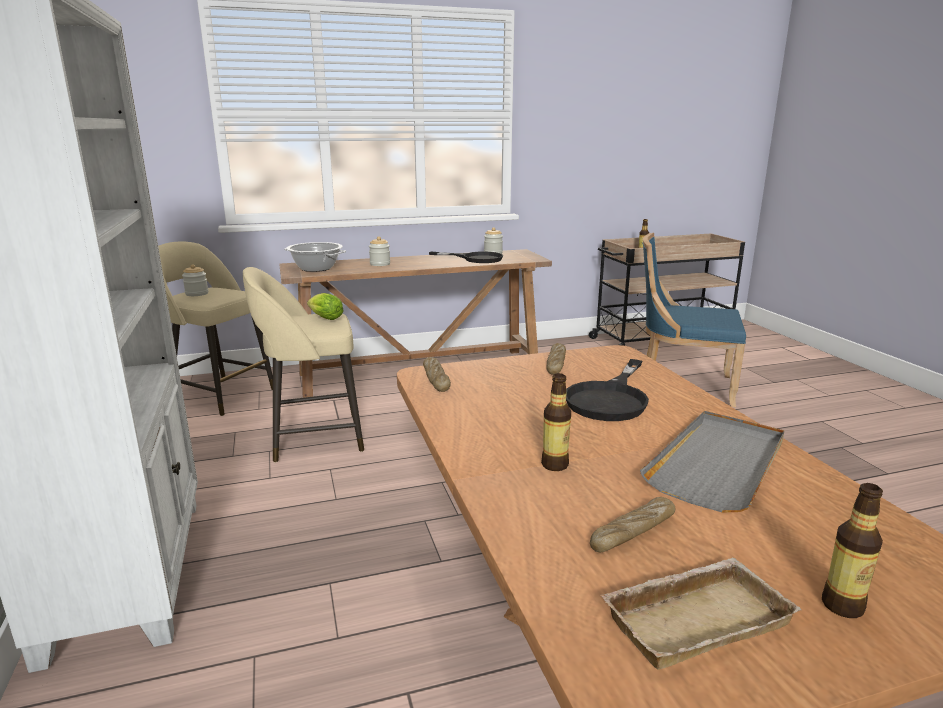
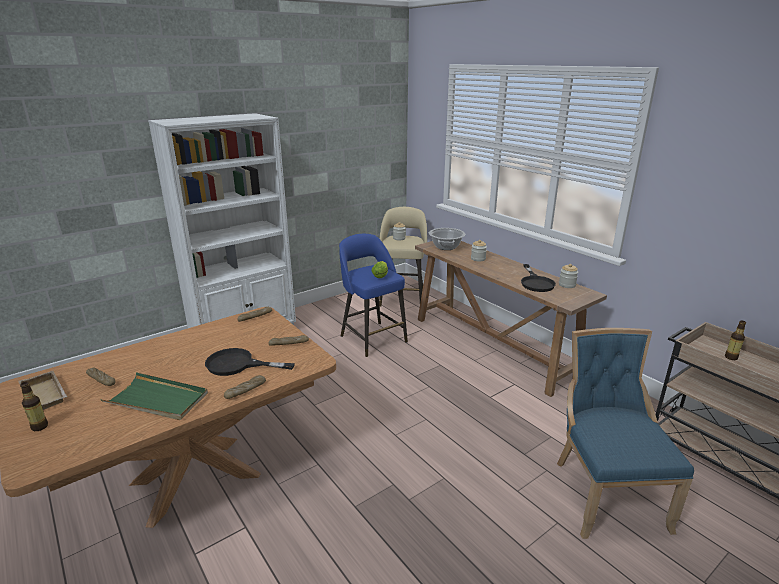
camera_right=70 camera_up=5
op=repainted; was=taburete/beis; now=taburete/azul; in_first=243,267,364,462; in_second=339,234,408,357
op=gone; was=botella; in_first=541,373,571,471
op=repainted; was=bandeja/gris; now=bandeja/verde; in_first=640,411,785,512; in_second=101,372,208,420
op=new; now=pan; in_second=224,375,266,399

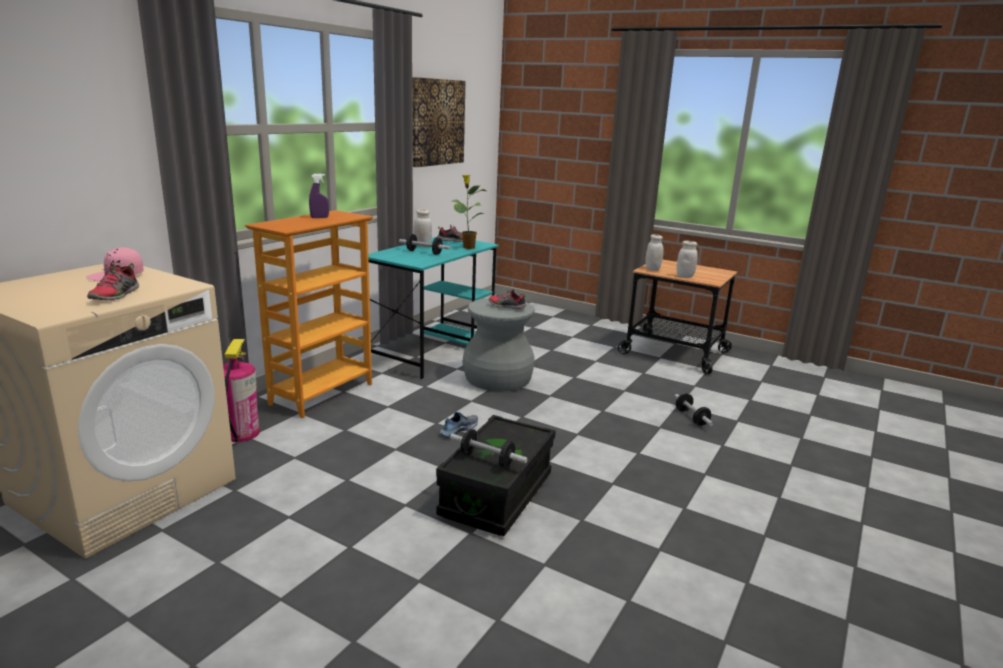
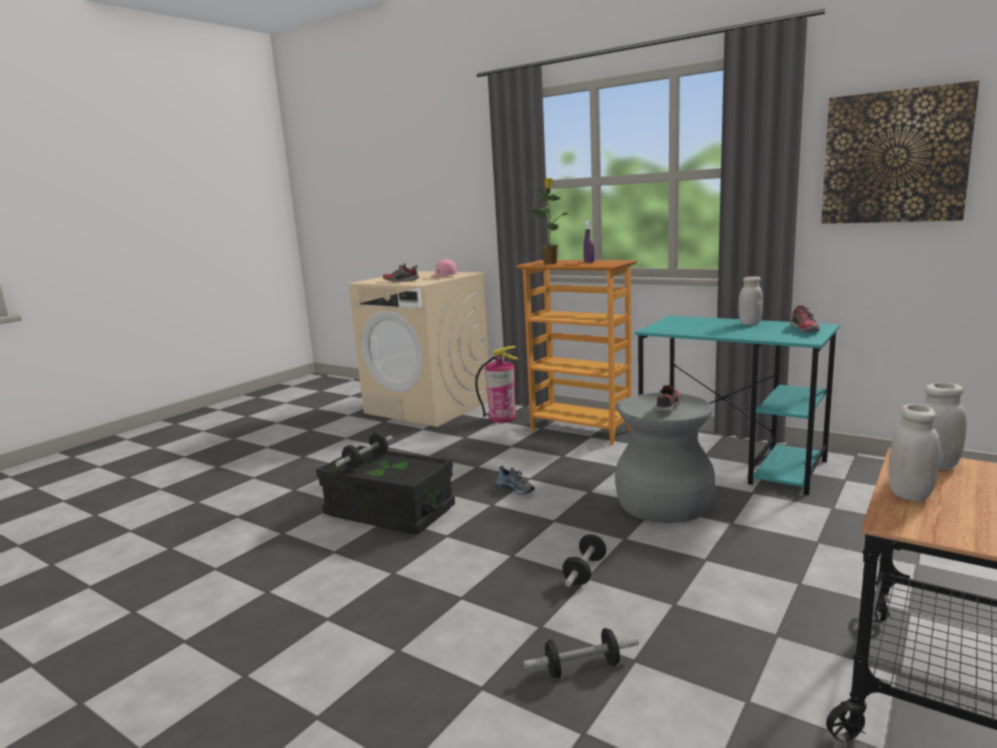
camera_right=95 camera_up=-5
op=shifted; was=planta en maceta; in_first=452,175,486,249; in_second=528,178,568,264
op=shifted; was=mancuerna; in_first=399,234,451,255; in_second=562,534,606,587

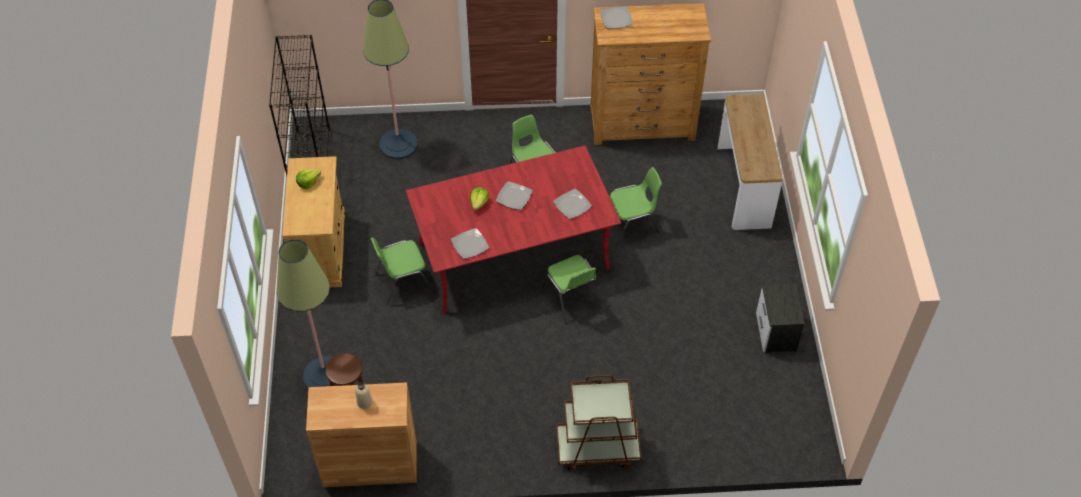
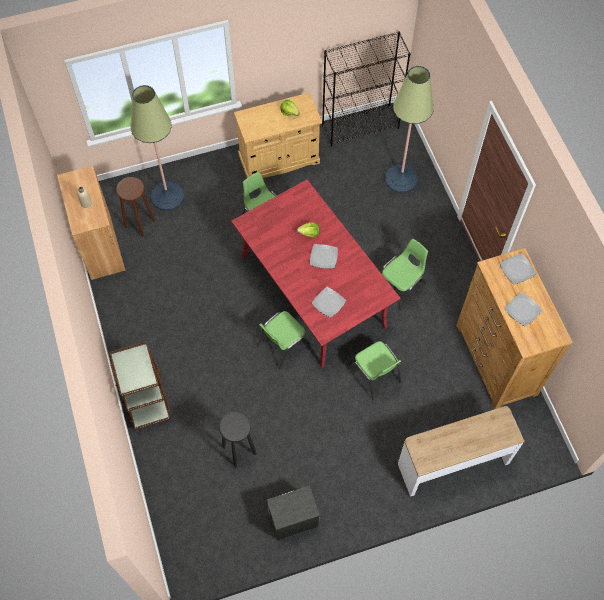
camera_right=75 camera_up=10
op=shifted; was=plato; in_first=451,228,489,259; in_second=504,292,542,326
op=new; now=taburete/negro; in_second=219,412,257,467

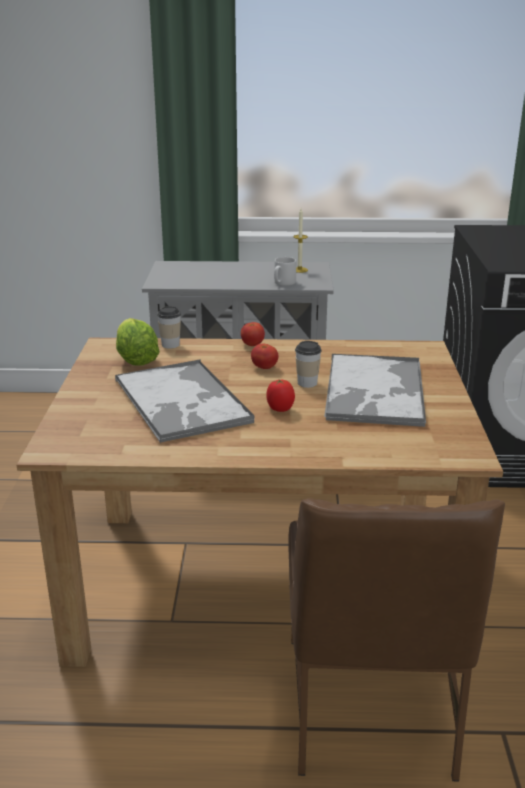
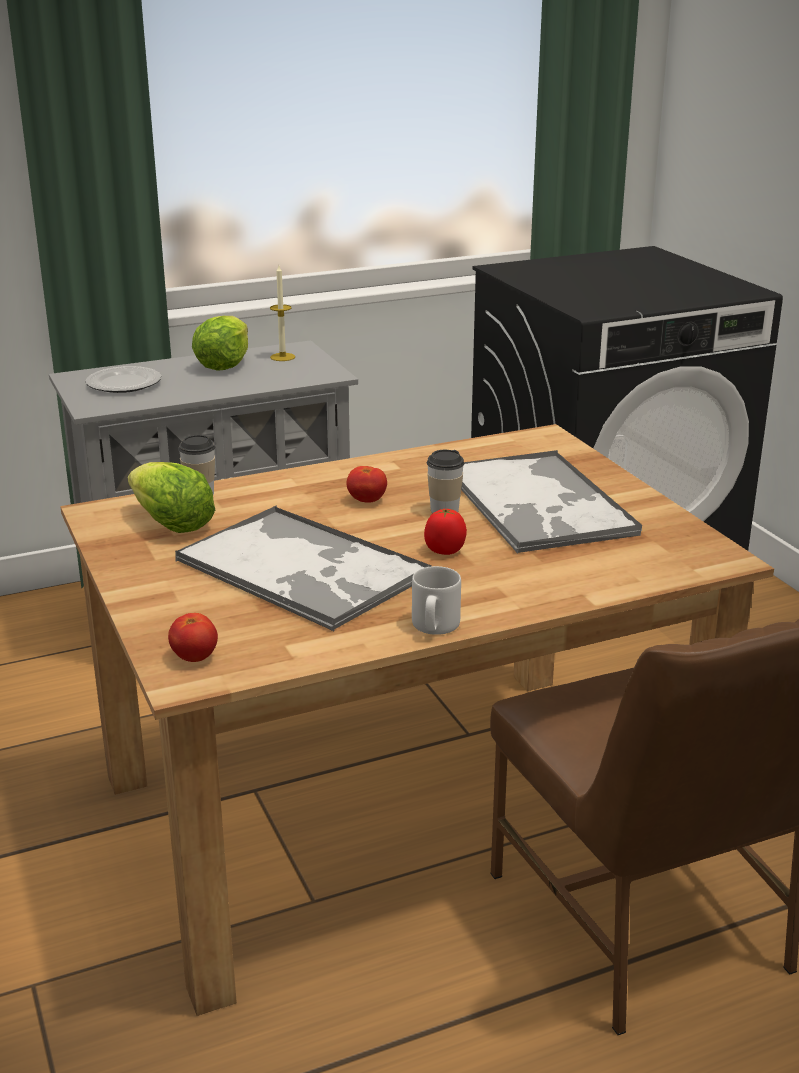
camera_right=-25 camera_up=0
op=shifted; was=taza grande/gris; in_first=274,257,296,286; in_second=412,566,461,635
op=shifted; was=tomate; in_first=241,322,265,346; in_second=168,613,218,662
op=new; now=lechuga; in_second=192,316,248,371
op=new; now=plato; in_second=86,366,161,393

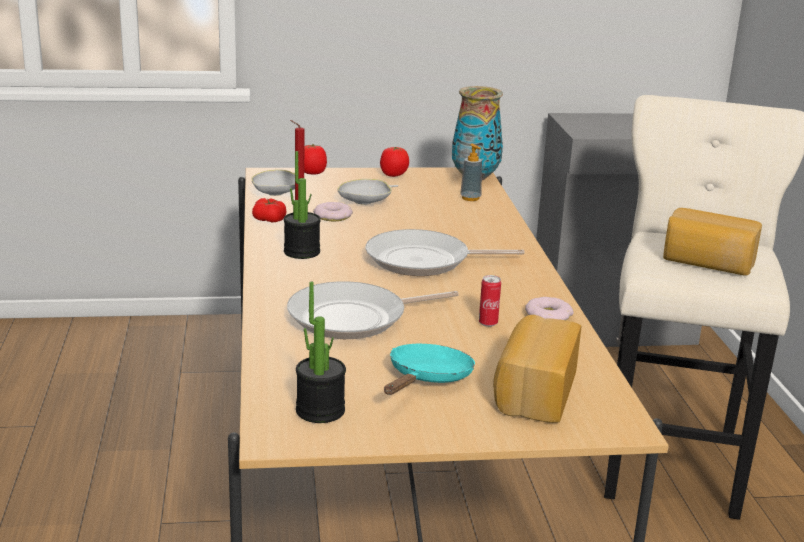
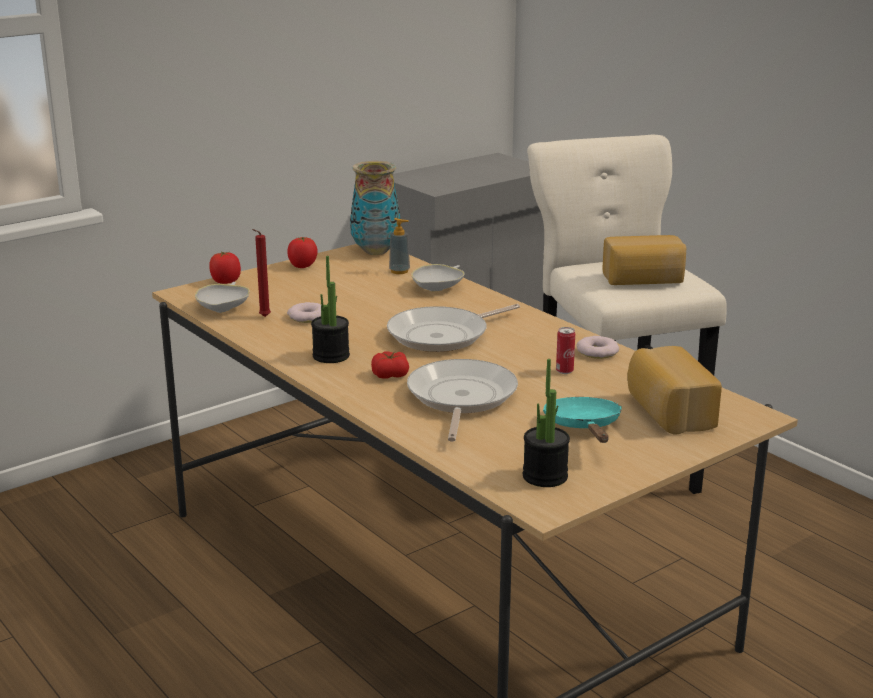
camera_right=-30 camera_up=0
op=shifted; was=cuenco/blanco; in_first=337,179,398,205; in_second=411,264,465,291
op=shifted; was=tomate; in_first=252,198,286,222; in_second=371,351,409,379
op=rotated; was=sartén; in_first=287,281,459,339; in_second=407,359,518,442; clockwise=150

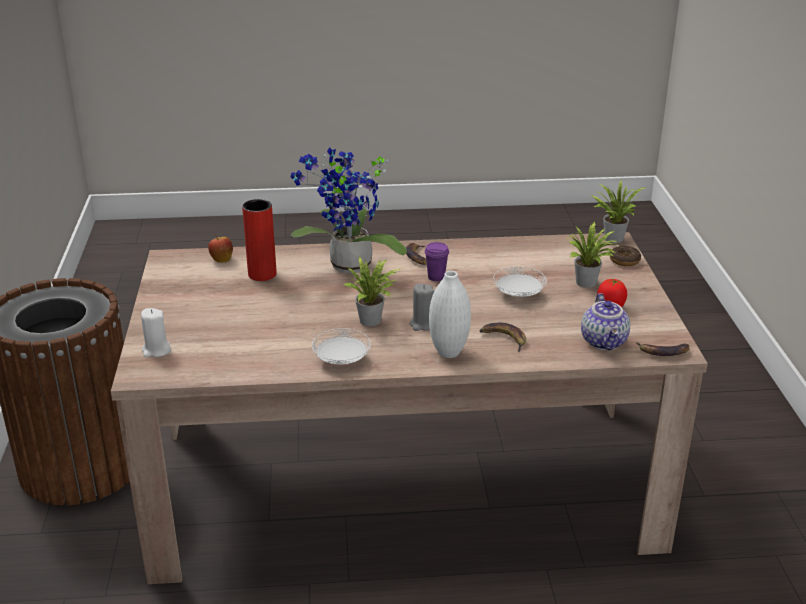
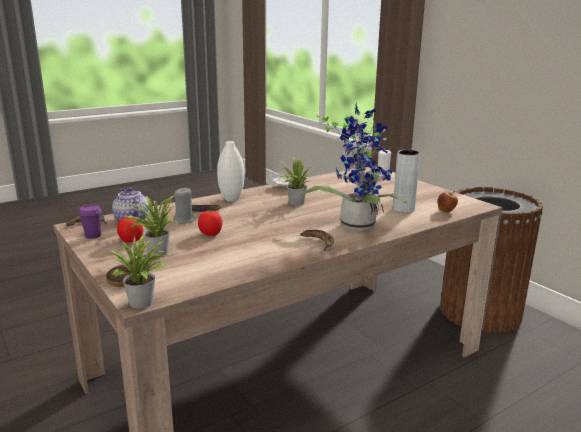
camera_right=150 camera_up=-10
op=repainted; was=florero/rojo; now=florero/gris; in_first=242,199,276,281; in_second=393,150,420,213
op=shifted; was=taza/morado; in_first=425,242,449,281; in_second=79,205,102,239
op=swapped; was=plato/blanco; now=tomate; in_first=493,267,547,297; in_second=198,210,222,236
op=shifted; was=vela/gris; in_first=409,284,435,331; in_second=173,187,195,224

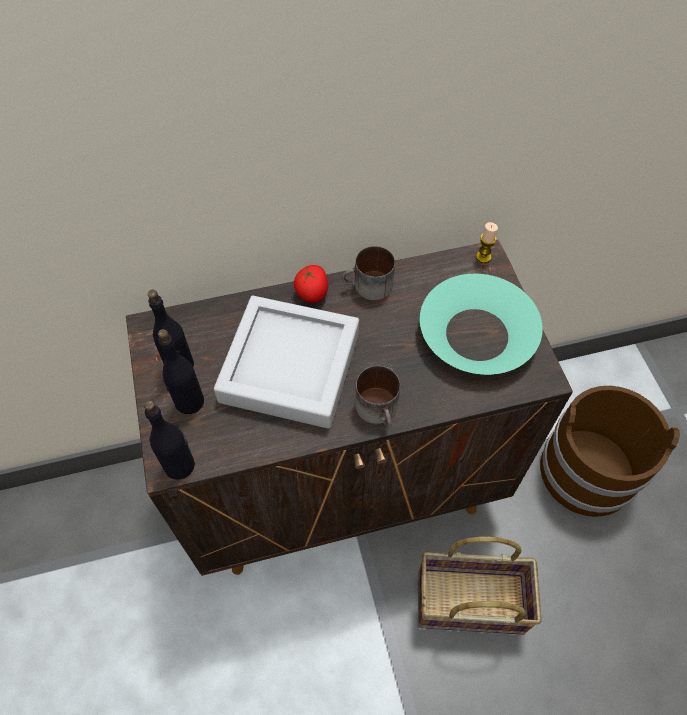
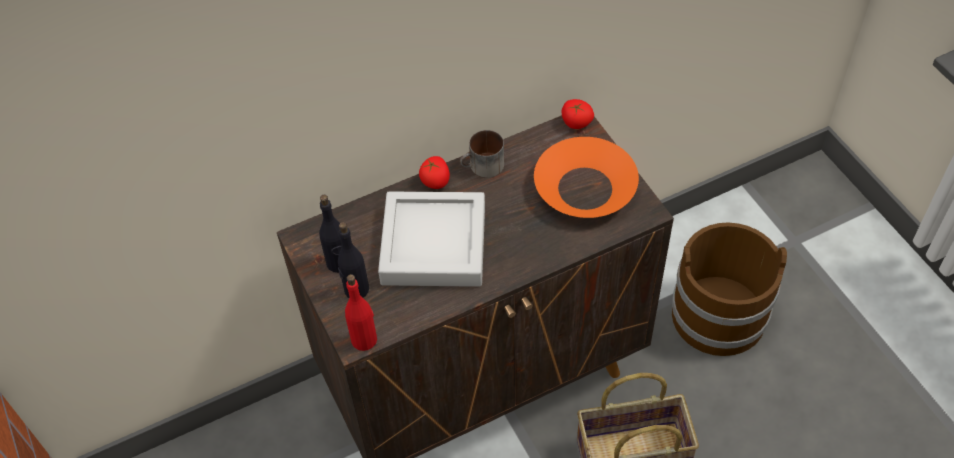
camera_right=-10 camera_up=-5
op=swapped; was=vela; now=tomate; in_first=476,222,498,263; in_second=562,99,594,129
op=repainted; was=cuenco/turquesa; now=cuenco/naranja; in_first=420,274,543,375; in_second=534,137,639,218
op=gone; was=taza grande; in_first=355,366,400,427
op=repainted; was=botella/negro; now=botella/rojo; in_first=144,400,195,480; in_second=345,274,377,351

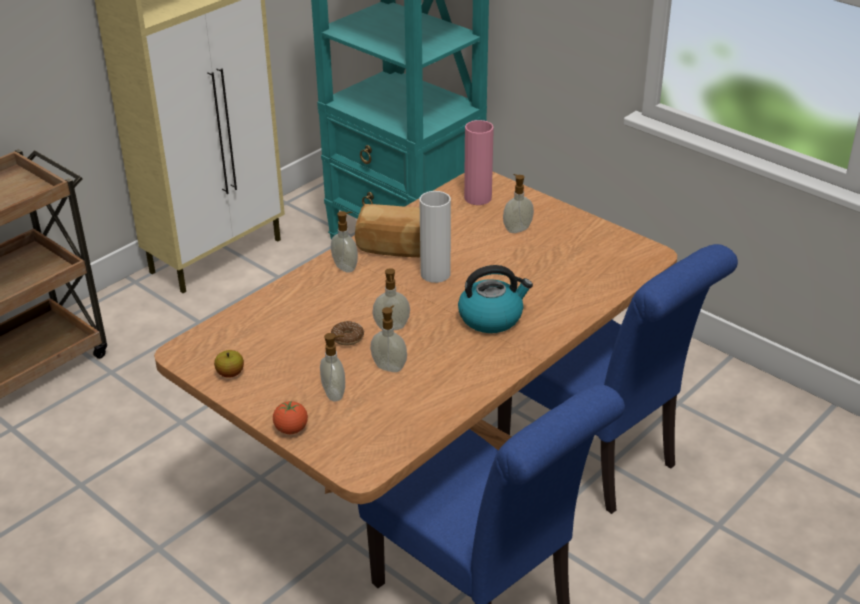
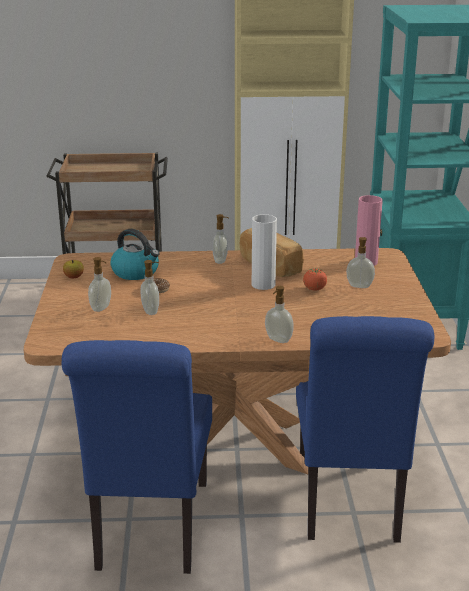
camera_right=45 camera_up=-10
op=shifted; was=hervidor; in_first=458,265,533,333; in_second=110,229,160,280
op=shifted; was=dispensador de jabón; in_first=372,268,410,330; in_second=265,286,294,343
op=shifted; was=tomate; in_first=273,401,308,434; in_second=303,268,327,291

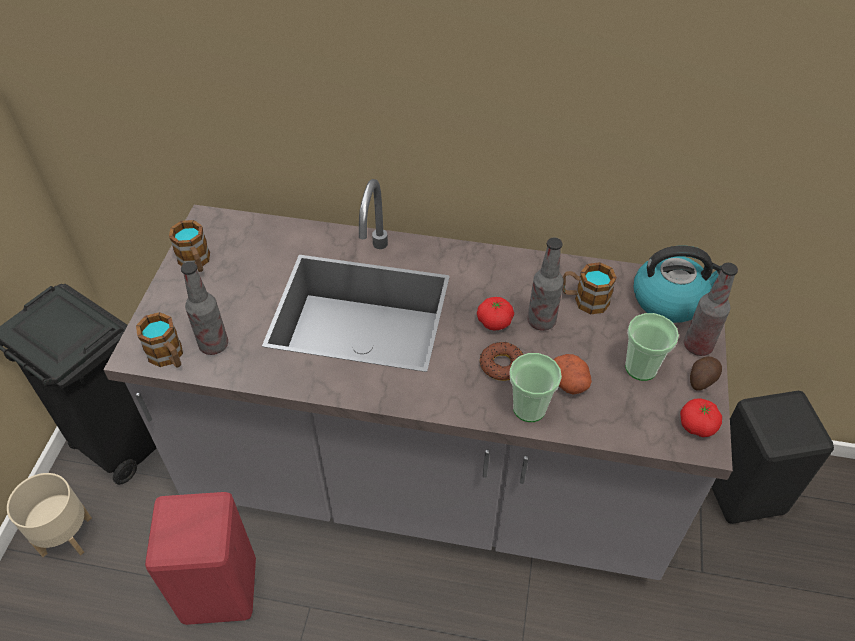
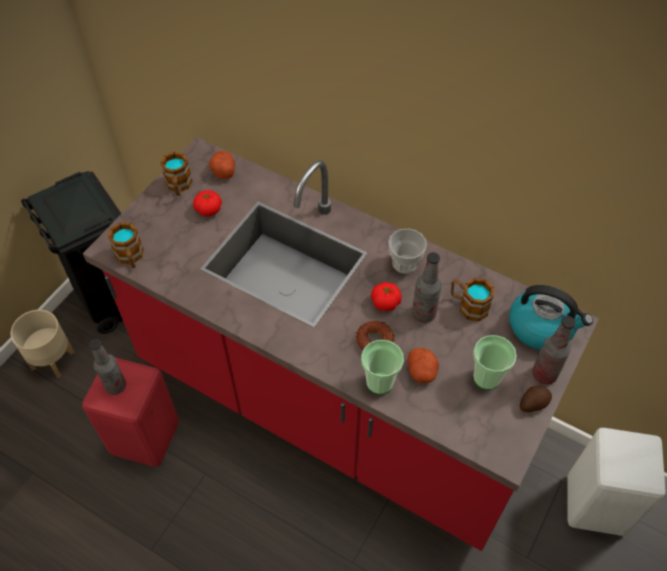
camera_right=20 camera_up=5
op=repainted; was=mueble bajo de cocina/gris; now=mueble bajo de cocina/rojo; in_first=103,179,733,580; in_second=83,137,599,551
op=shifted; was=botella; in_first=181,262,228,355; in_second=89,339,126,395
op=repainted; was=taburete/negro; now=taburete/blanco; in_first=711,391,834,524; in_second=567,428,666,536
op=shifted; was=tomate; in_first=680,398,722,437; in_second=193,190,222,216
op=new; now=patata; in_second=209,151,235,179
op=new; now=taza; in_second=388,229,427,274

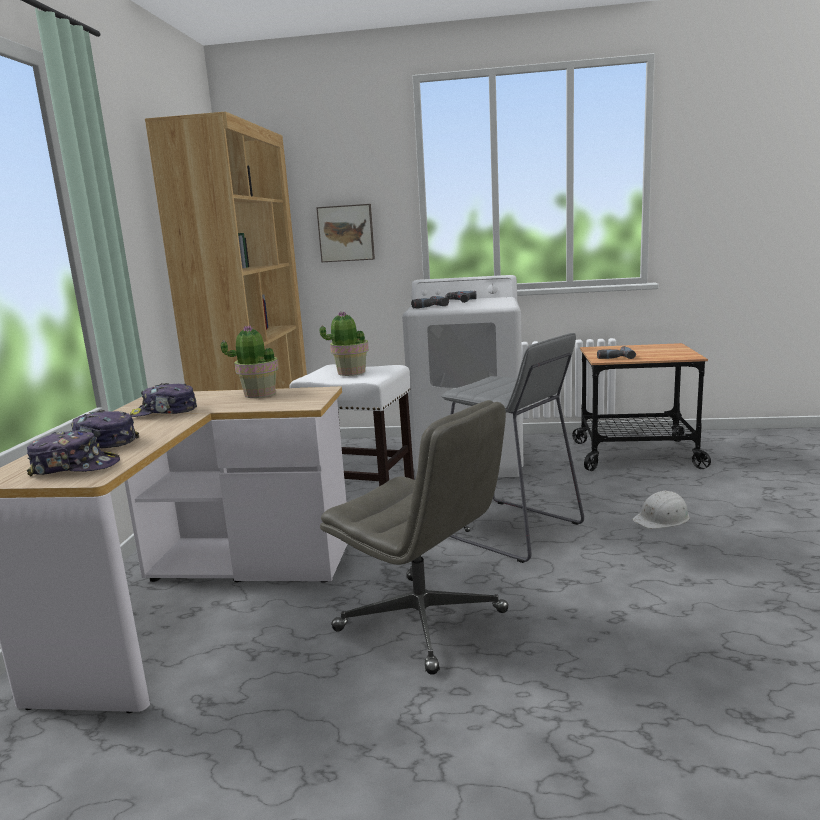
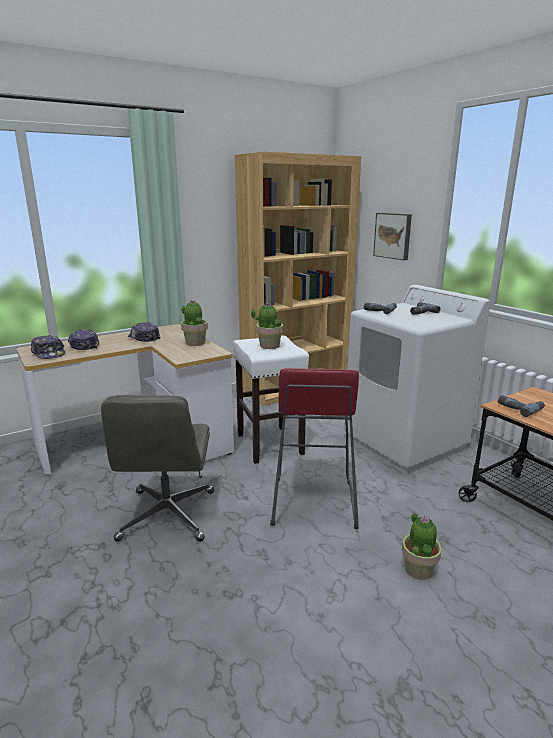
camera_right=50 camera_up=5
op=repainted; was=taburete/gris; now=taburete/rojo; in_first=441,333,584,563; in_second=270,368,359,529
op=swapped; was=casco/blanco; now=planta en maceta; in_first=632,490,690,529; in_second=402,512,442,580

